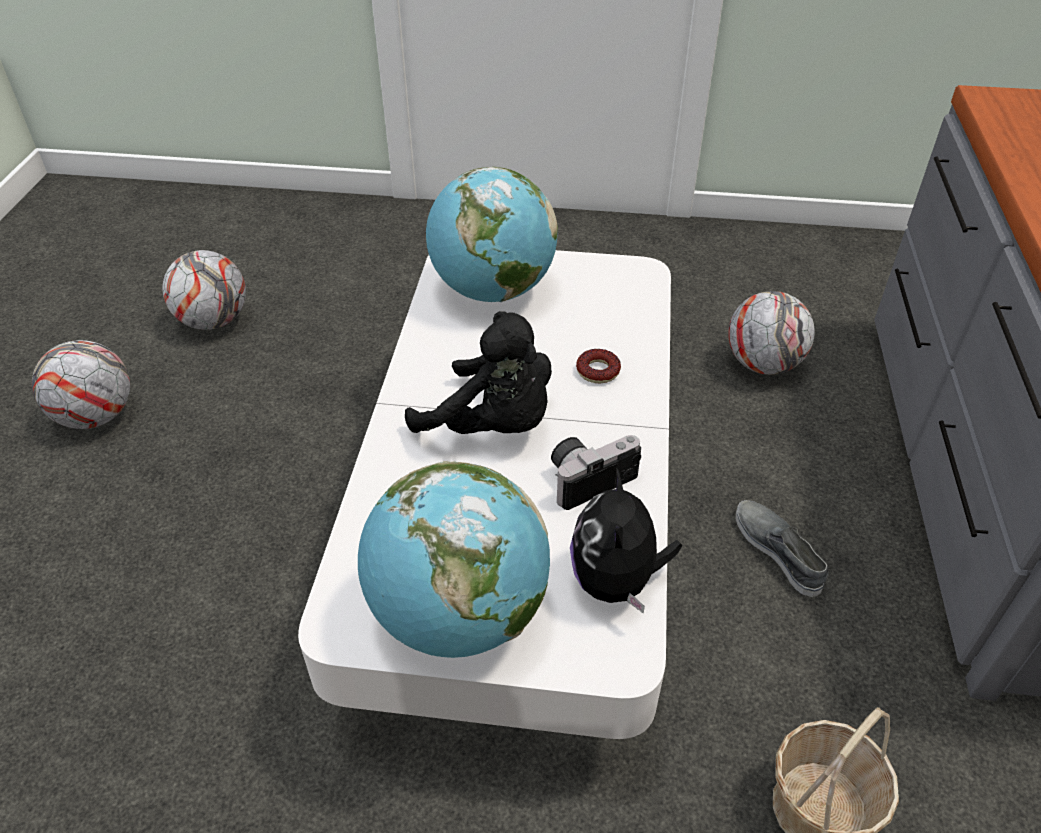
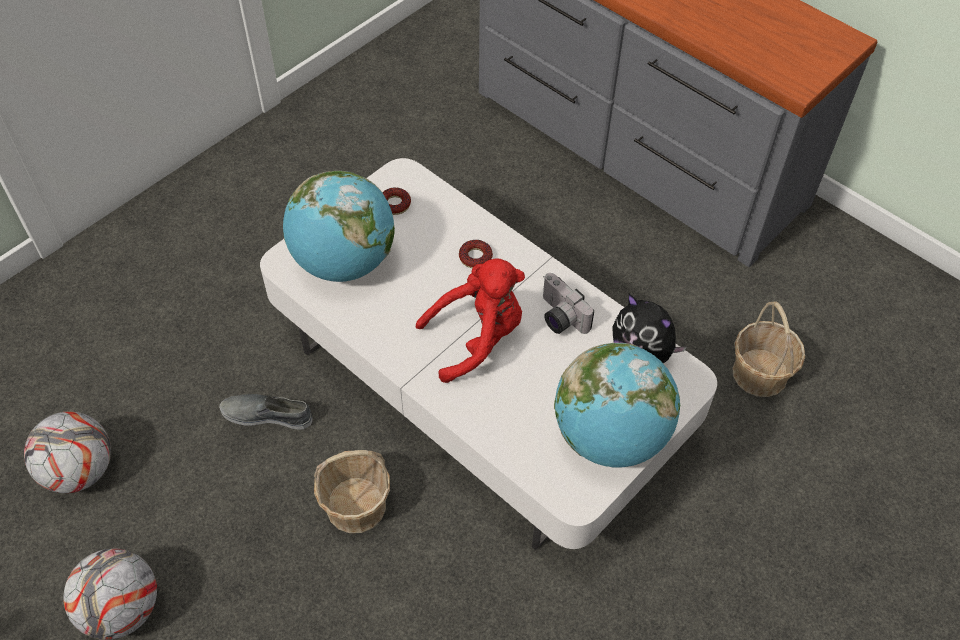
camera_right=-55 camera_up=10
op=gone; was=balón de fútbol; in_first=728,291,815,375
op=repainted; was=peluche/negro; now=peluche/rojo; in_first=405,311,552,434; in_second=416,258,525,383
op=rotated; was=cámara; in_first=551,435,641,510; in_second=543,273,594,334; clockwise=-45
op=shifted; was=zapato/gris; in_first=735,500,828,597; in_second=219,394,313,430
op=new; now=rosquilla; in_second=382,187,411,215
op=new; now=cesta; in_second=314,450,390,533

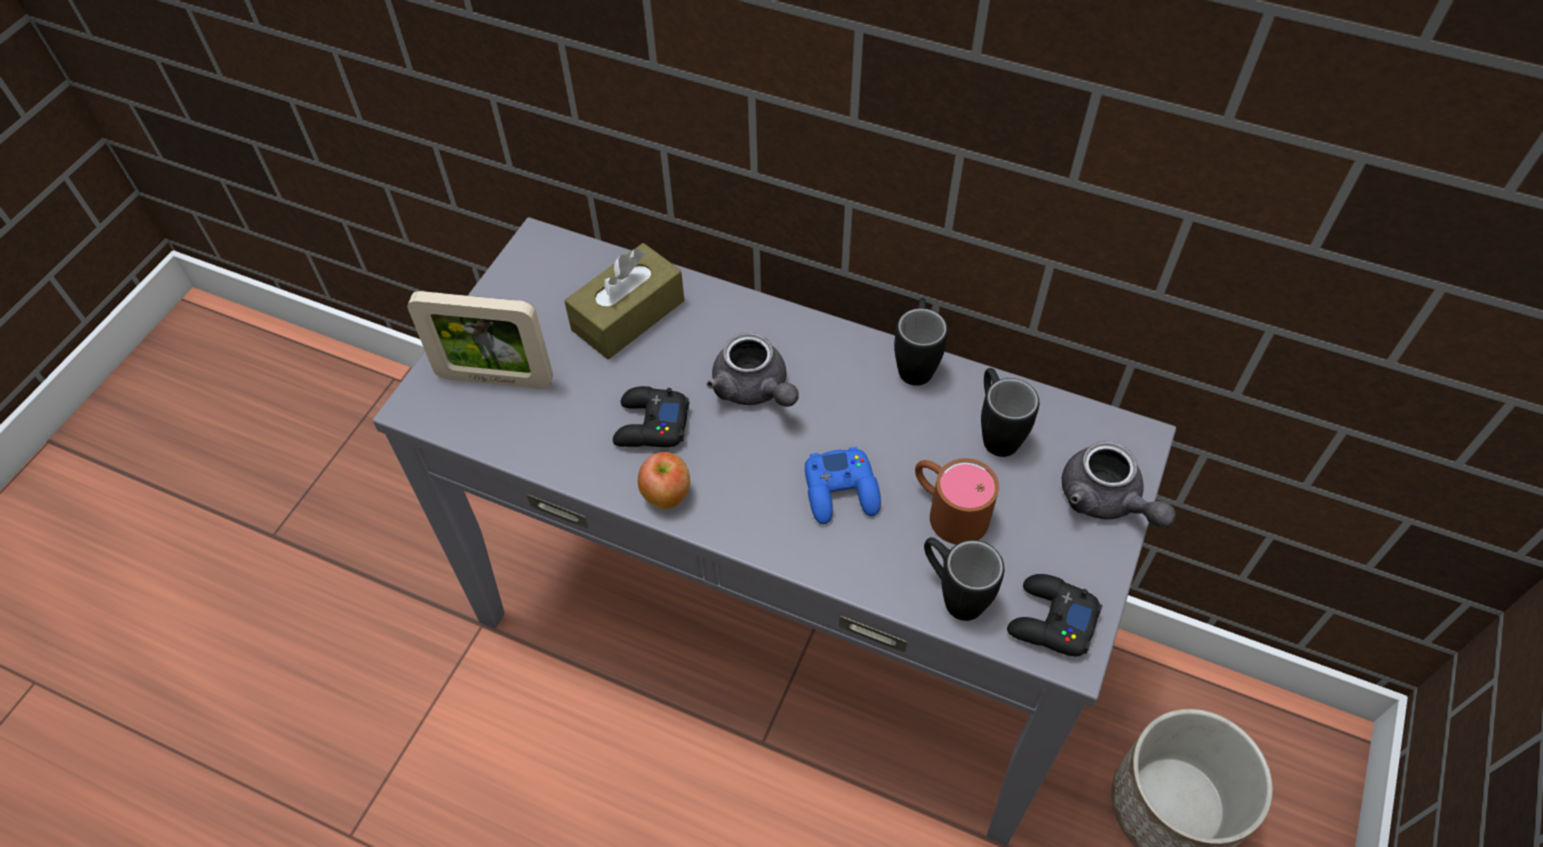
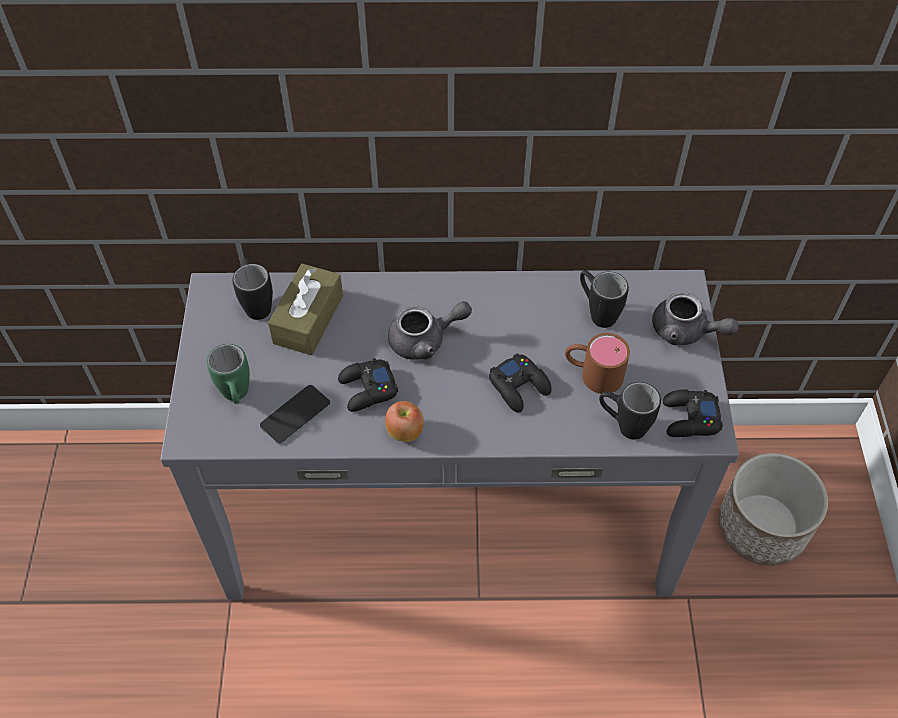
camera_right=-25 camera_up=0
op=swapped; was=portarretratos; now=taza grande/verde; in_first=407,291,553,389; in_second=207,344,250,404
op=shifted; was=taza grande/negro; in_first=894,298,948,386; in_second=232,257,273,320
op=rotated; was=tetera/gris; in_first=707,333,799,407; in_second=388,301,472,360; clockwise=-45
op=repainted; was=mando de consola/azul; now=mando de consola/negro; in_first=805,446,881,524; in_second=489,353,552,413
op=new; now=móvil; in_second=260,385,330,444

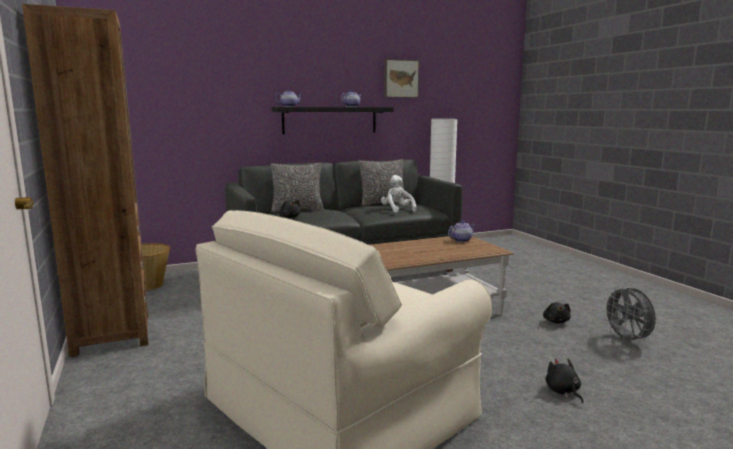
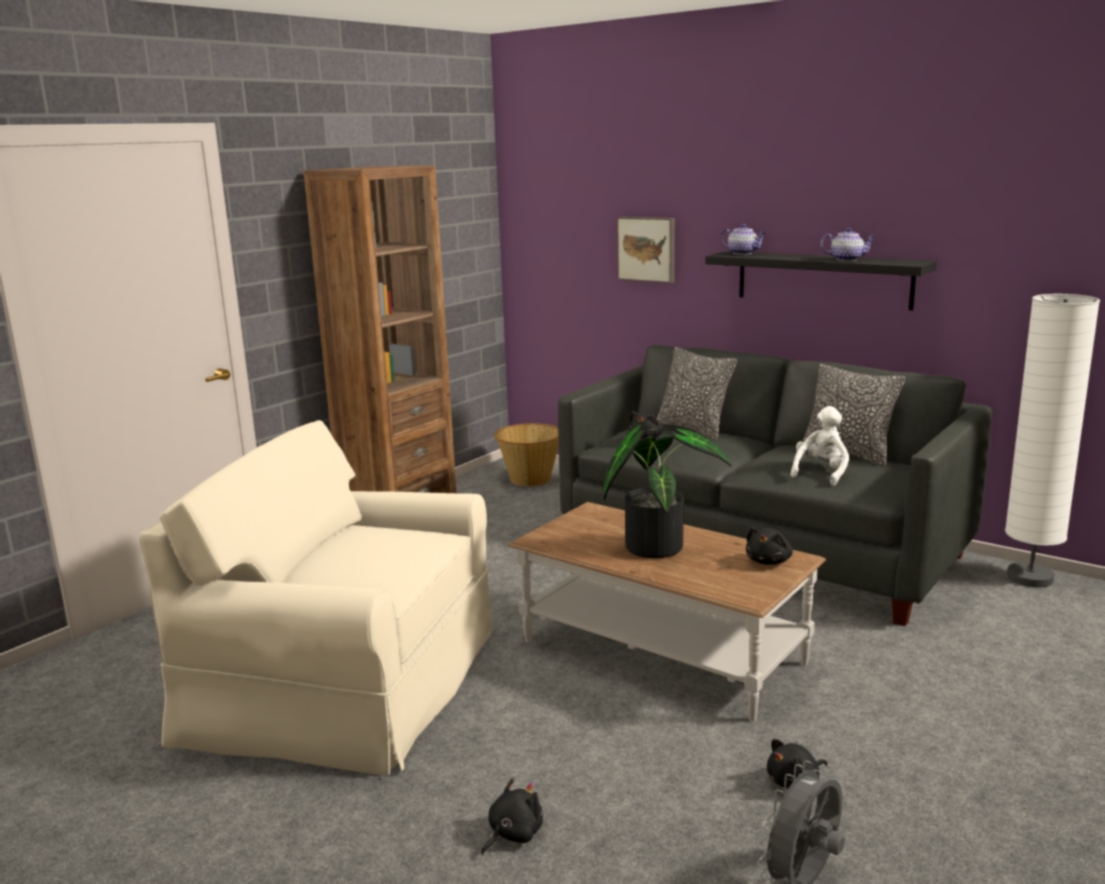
camera_right=60 camera_up=5
op=shifted; was=cuadro; in_first=384,59,419,98; in_second=617,217,675,283
op=swapped; was=tetera; now=peluche/negro; in_first=448,220,475,242; in_second=746,527,793,565
op=new; now=planta en maceta; in_second=603,424,731,558

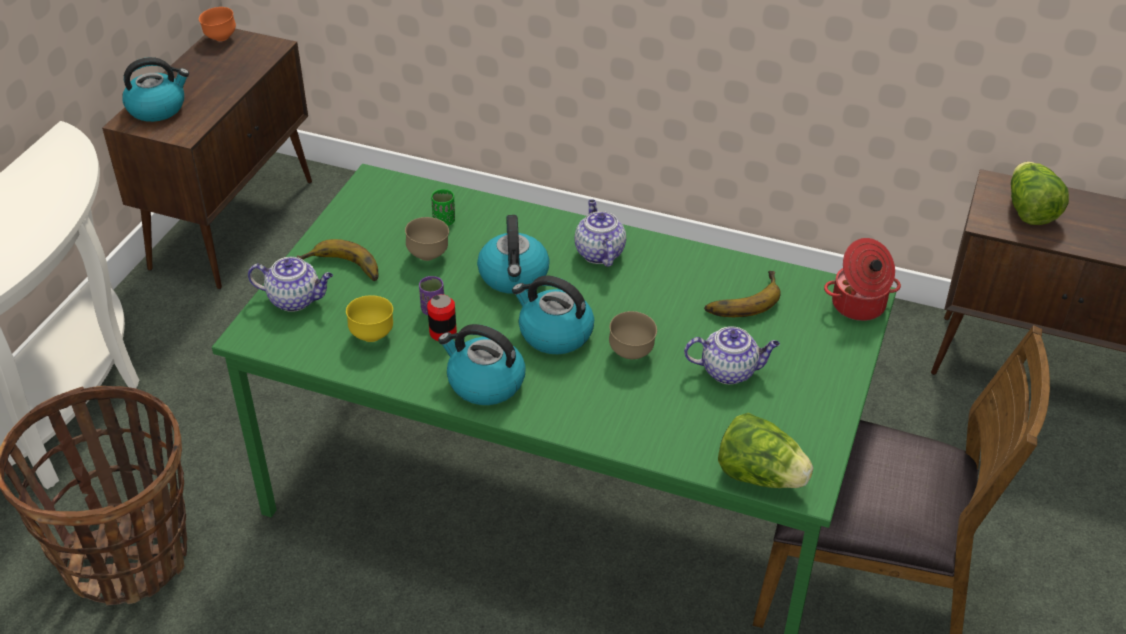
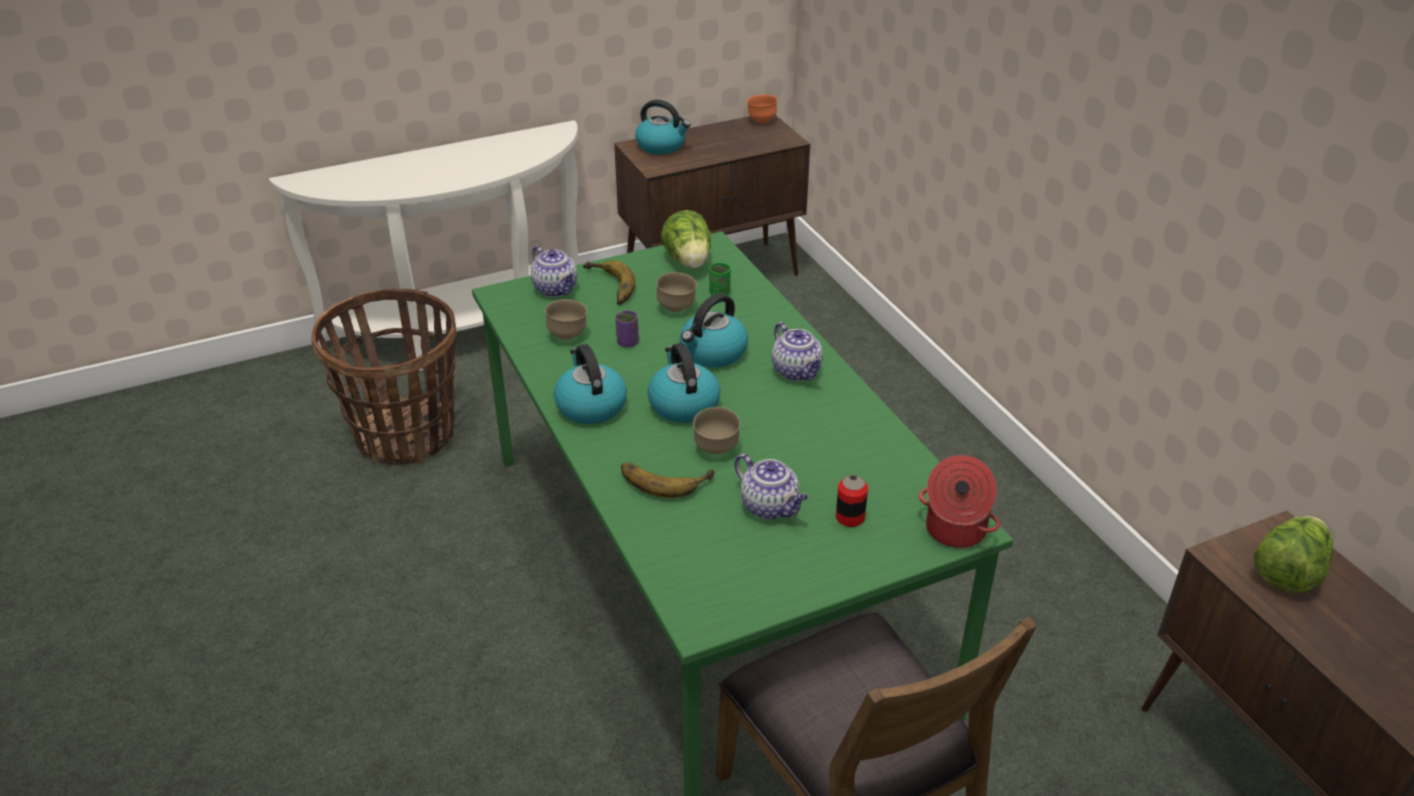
camera_right=45 camera_up=-5
op=rotated; was=tetera; in_first=574,200,626,267; in_second=772,322,823,381; clockwise=120
op=shifted; was=plátano; in_first=704,271,781,317; in_second=621,463,715,498
op=shifted; was=lata; in_first=427,294,457,341; in_second=836,476,868,527
op=repainted; was=cuenco/amarillo; now=cuenco/marrón; in_first=346,295,393,342; in_second=545,299,587,340
op=shifted; was=lechuga; in_first=718,413,813,488; in_second=661,210,711,268

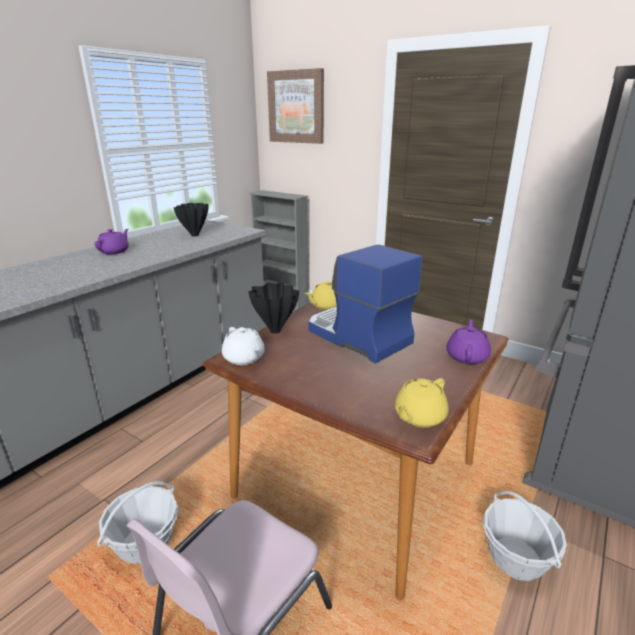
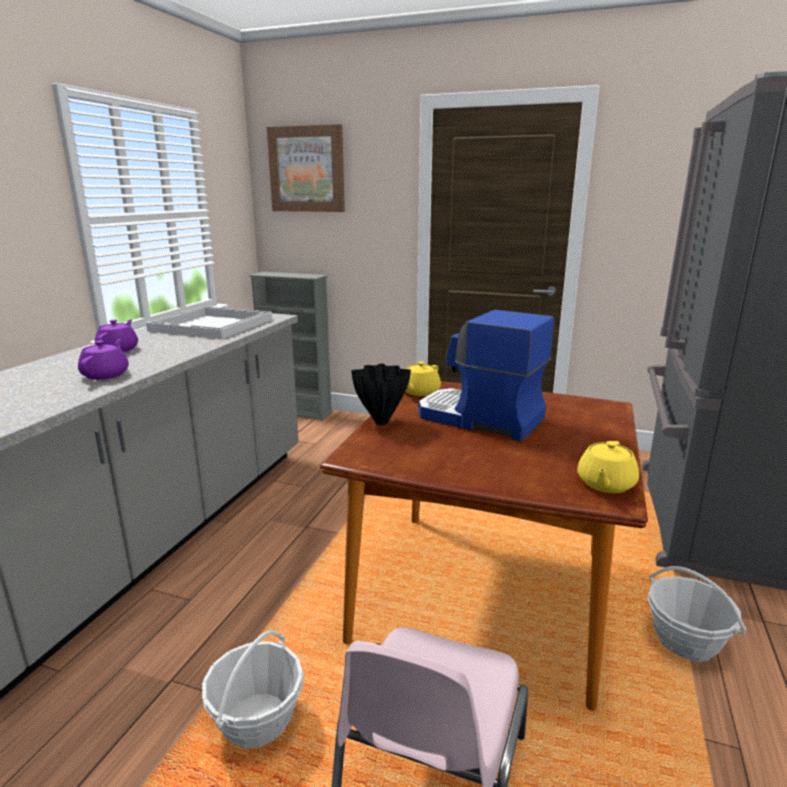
camera_right=-15 camera_up=-5
op=swapped; was=florero/negro; now=bandeja/blanco; in_first=174,203,209,236; in_second=146,306,272,339
op=shifted; was=tetera/morado; in_first=446,319,491,364; in_second=78,339,129,380
op=gone; was=tetera/blanco; in_first=222,327,265,365

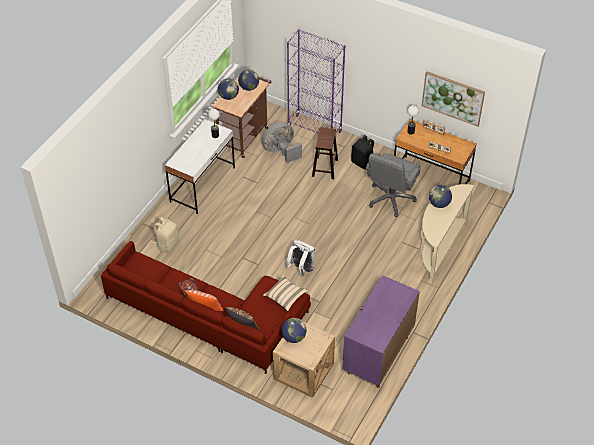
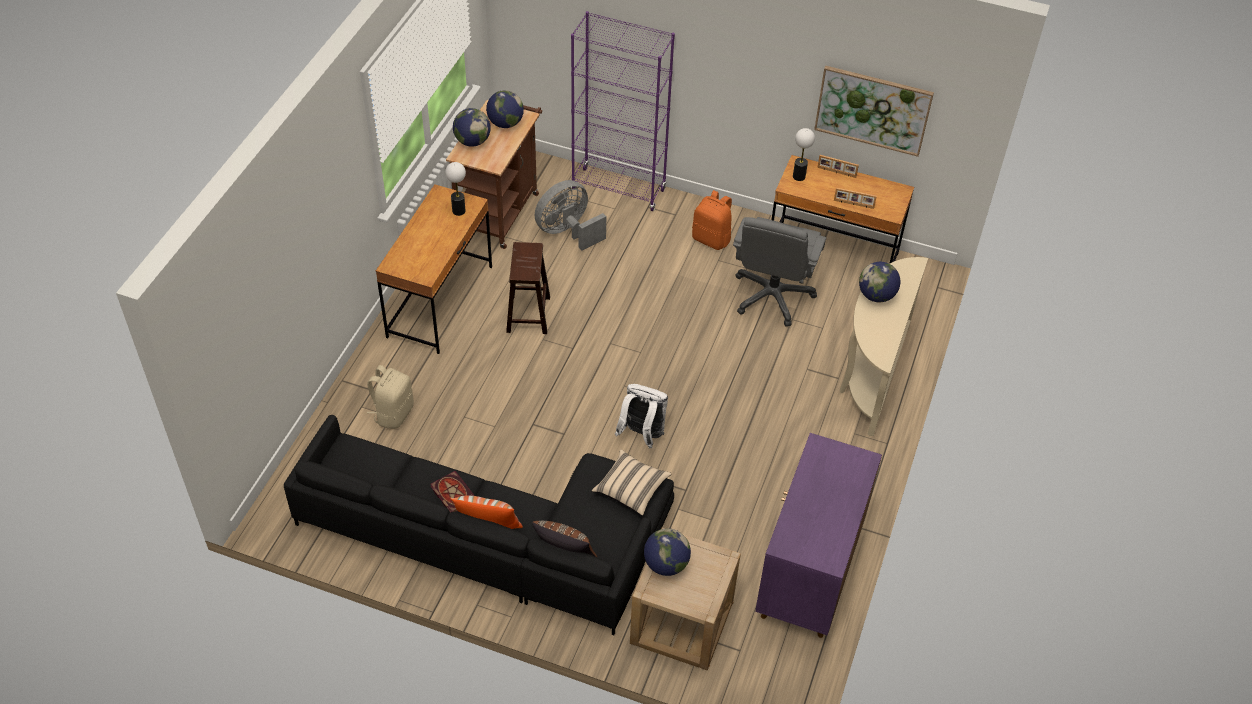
camera_right=-10 camera_up=0
op=repainted; was=escritorio/blanco; now=escritorio/marrón; in_first=165,120,235,214; in_second=376,185,492,354
op=shifted; was=taburete/marrón; in_first=312,127,338,179; in_second=506,242,550,334
op=repainted; was=mochila/negro; now=mochila/naranja; in_first=351,135,374,170; in_second=692,190,732,250
op=repainted; was=sofá/rojo; now=sofá/negro; in_first=101,241,311,374; in_second=284,415,674,635

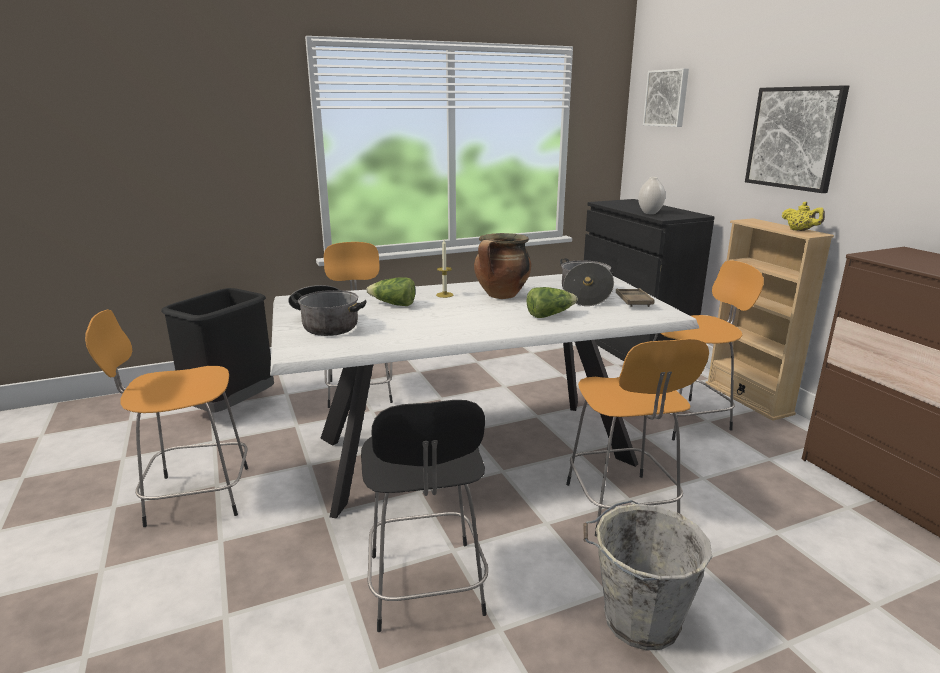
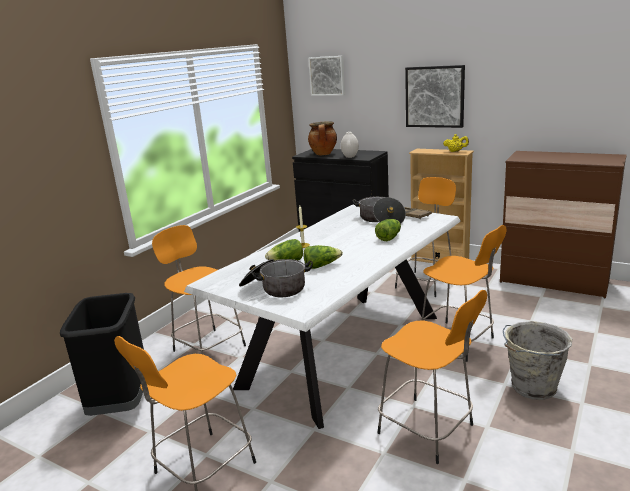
camera_right=-35 camera_up=0
op=shifted; was=olla; in_first=474,233,531,299; in_second=308,121,337,155
op=repainted; was=taburete/negro; now=taburete/naranja; in_first=361,400,488,632; in_second=378,290,487,464
op=new; now=lechuga; in_second=303,245,343,269

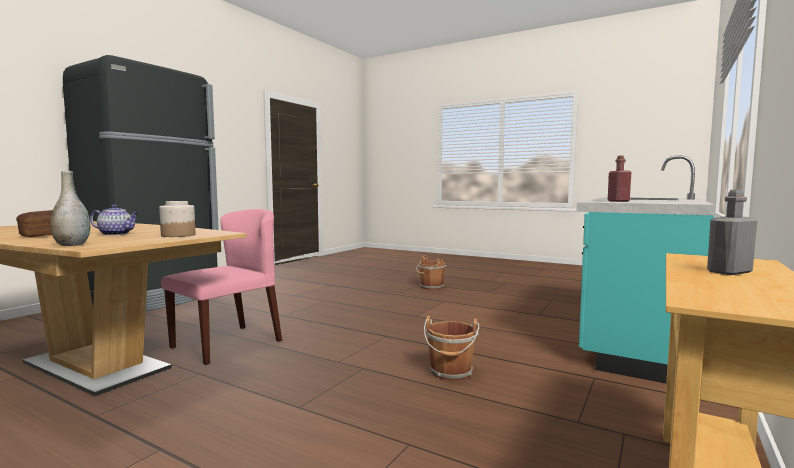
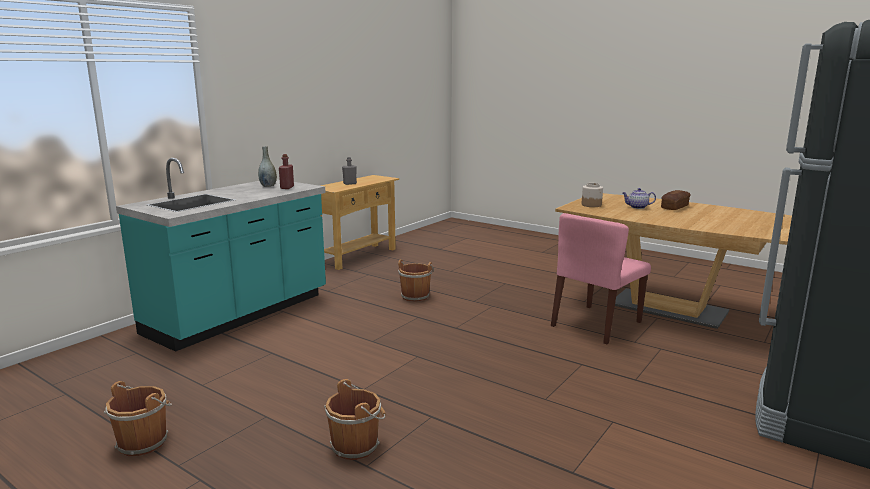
camera_right=-175 camera_up=10
op=shifted; was=florero/gris; in_first=50,171,90,246; in_second=258,146,277,187
op=new; now=cubo/marrón; in_second=104,381,172,456

